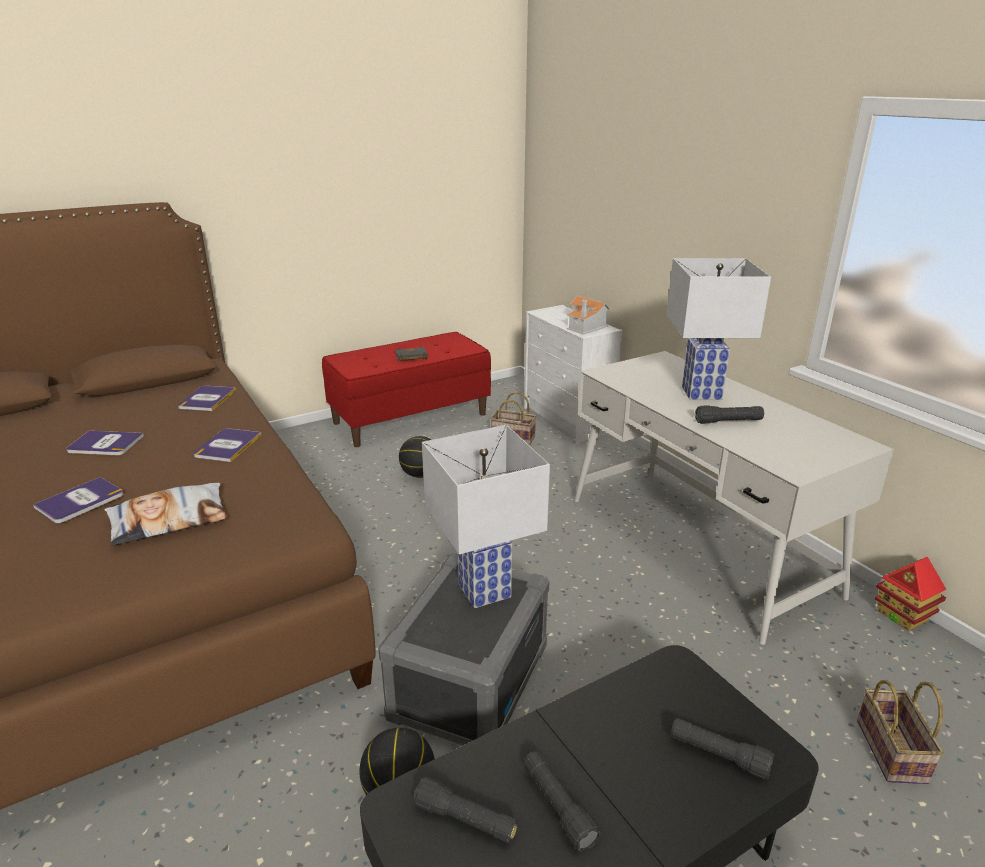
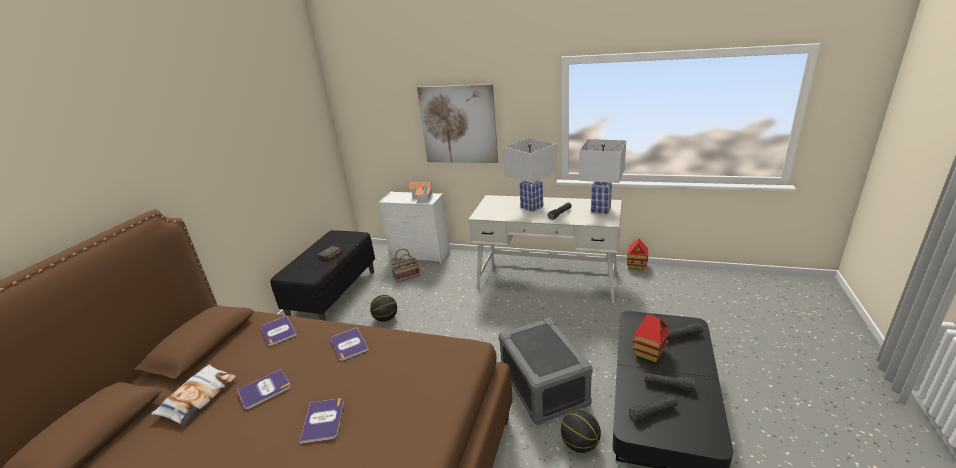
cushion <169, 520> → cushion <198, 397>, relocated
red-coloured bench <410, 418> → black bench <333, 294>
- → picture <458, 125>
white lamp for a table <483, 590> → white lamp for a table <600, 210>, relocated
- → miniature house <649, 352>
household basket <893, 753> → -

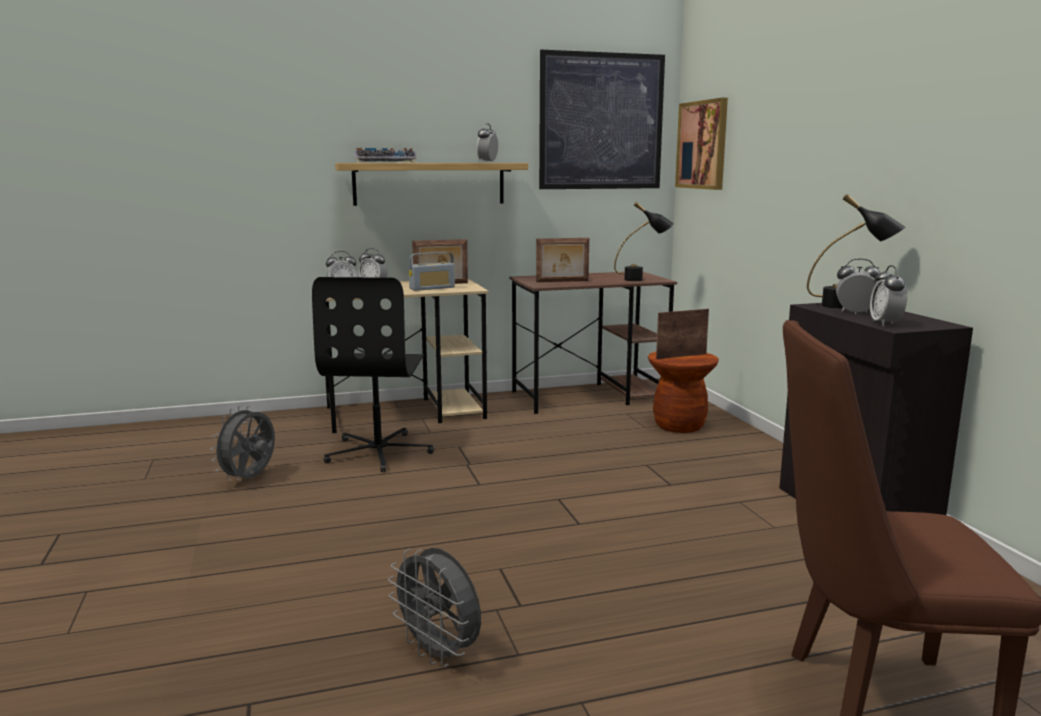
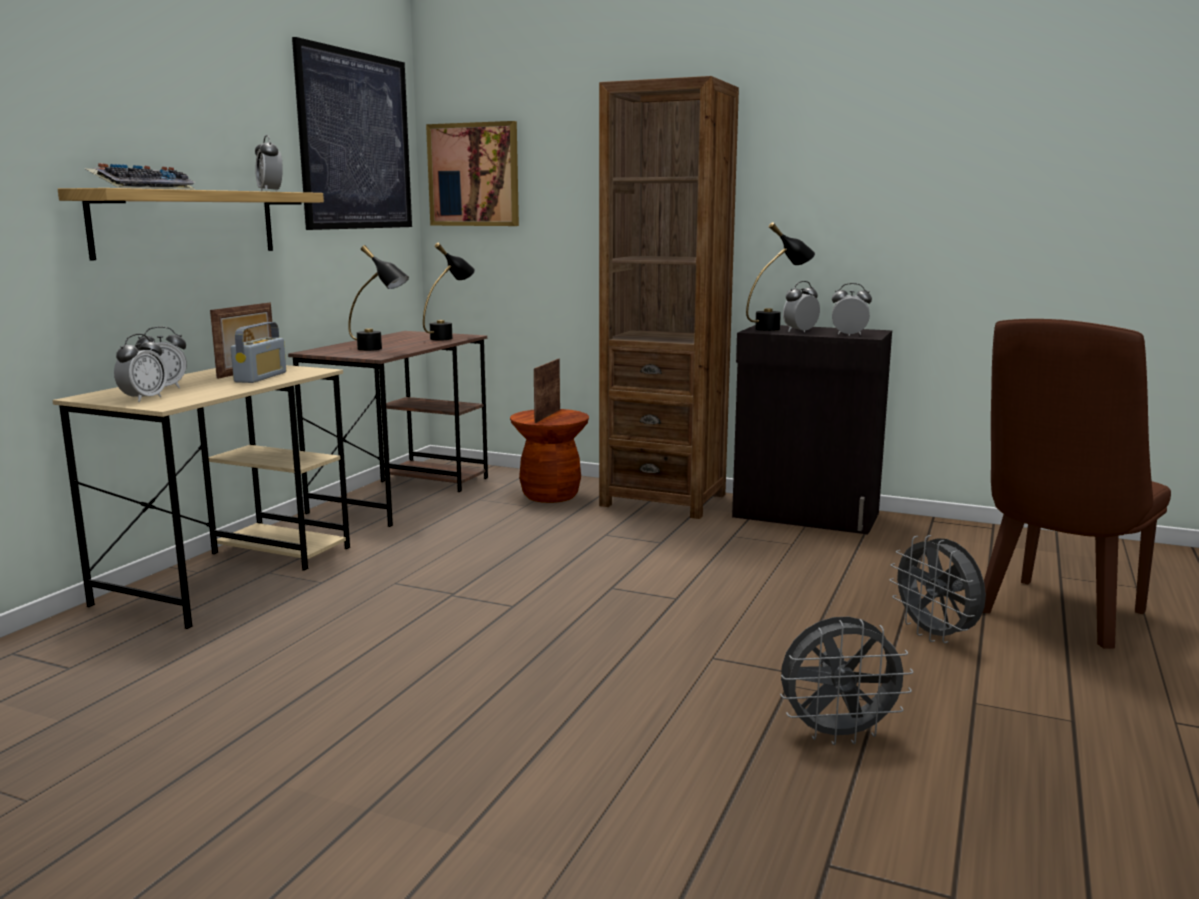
standing frame <562, 281> → black lamp for a table <379, 349>
- → brown bookcase <663, 500>
alarm clock <885, 323> → alarm clock <849, 335>, 150 degrees clockwise
grey electric fan <249, 479> → grey electric fan <936, 636>, relocated
black office chair <379, 452> → -

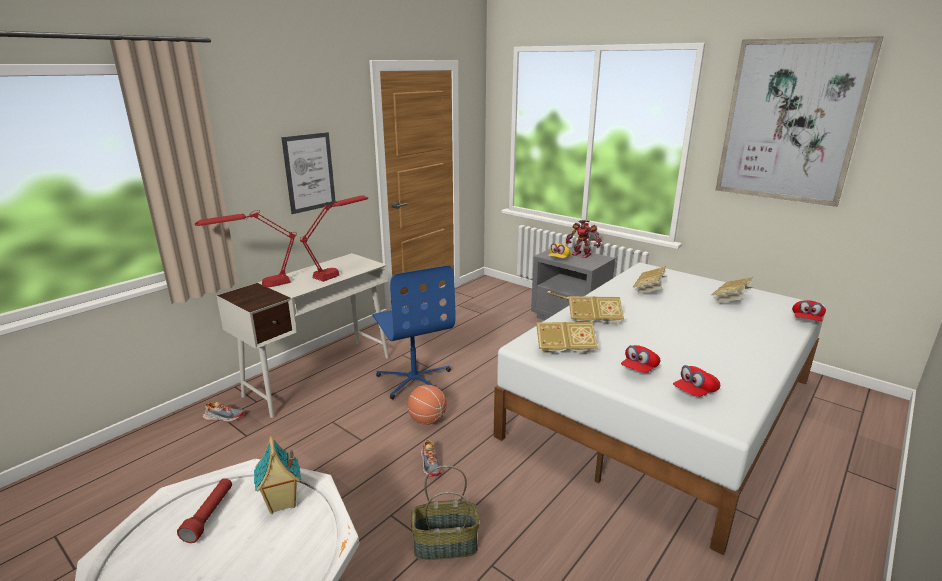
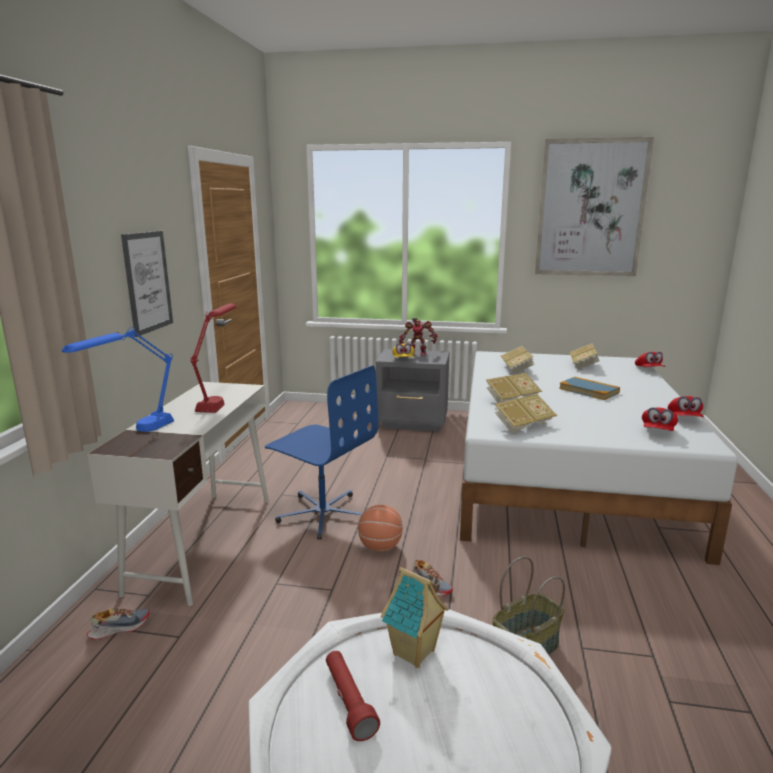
red-coloured lamp for a table <258, 286> → bluish lamp for a table <135, 433>
- → volume <589, 390>
red-coloured baseball cap <639, 369> → red-coloured baseball cap <684, 418>, relocated

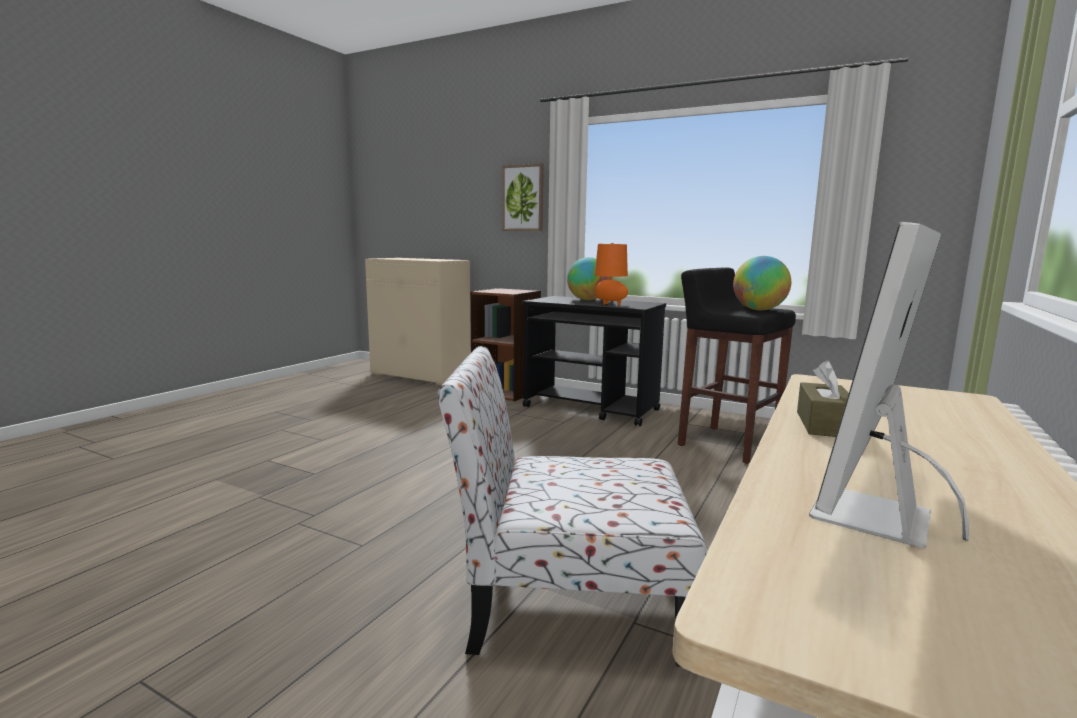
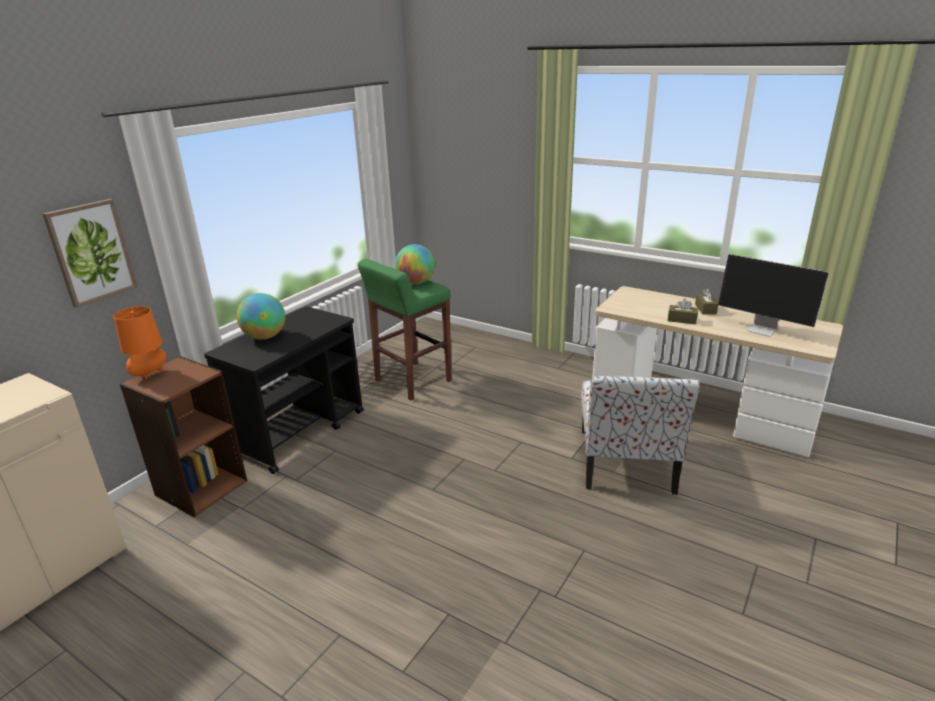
orange-coloured lamp for a table <609, 304> → orange-coloured lamp for a table <150, 375>, relocated
black sitting stool <726, 444> → green sitting stool <412, 381>
- → brown tissue box <705, 309>

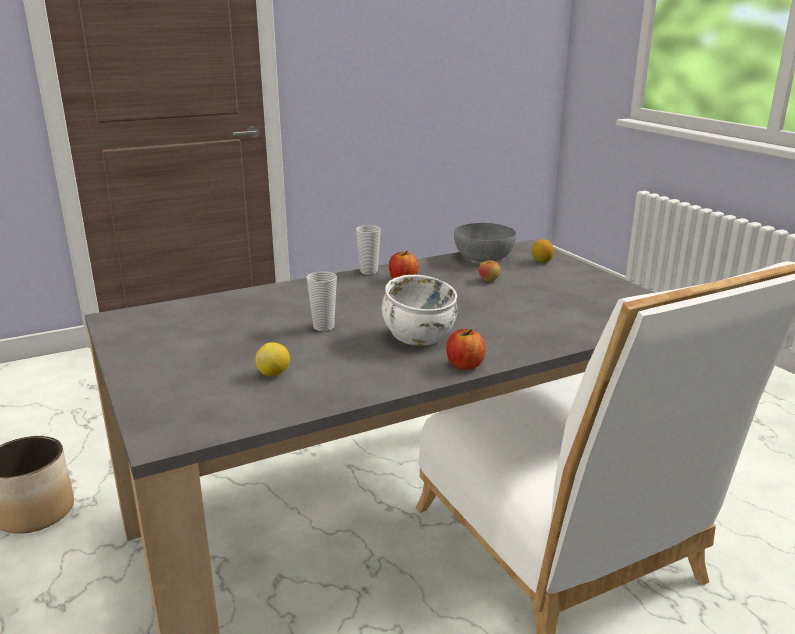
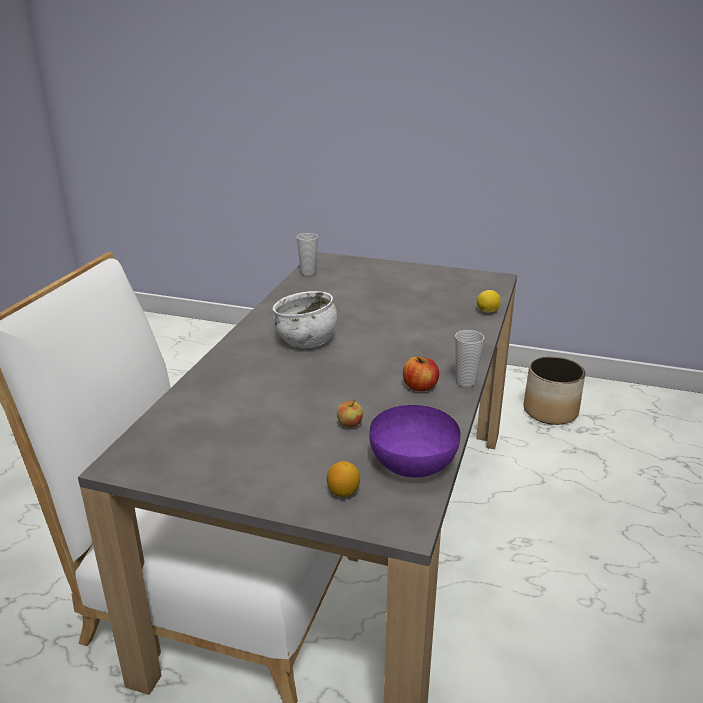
cup <323, 327> → cup <308, 272>, relocated
grey serving bowl <483, 258> → purple-coloured serving bowl <414, 463>
whole lemon <274, 374> → whole lemon <487, 312>, relocated
apple <464, 365> → -

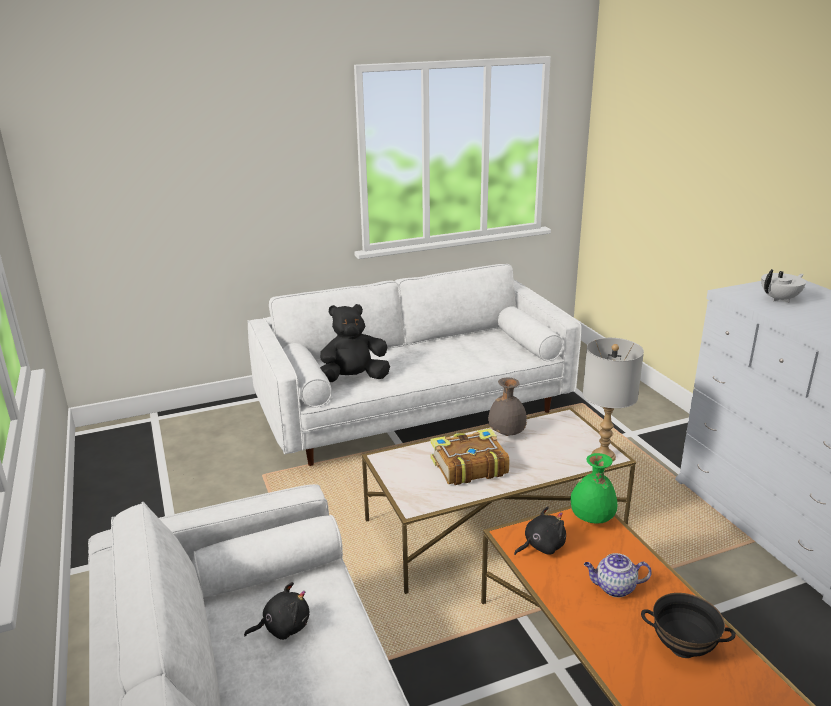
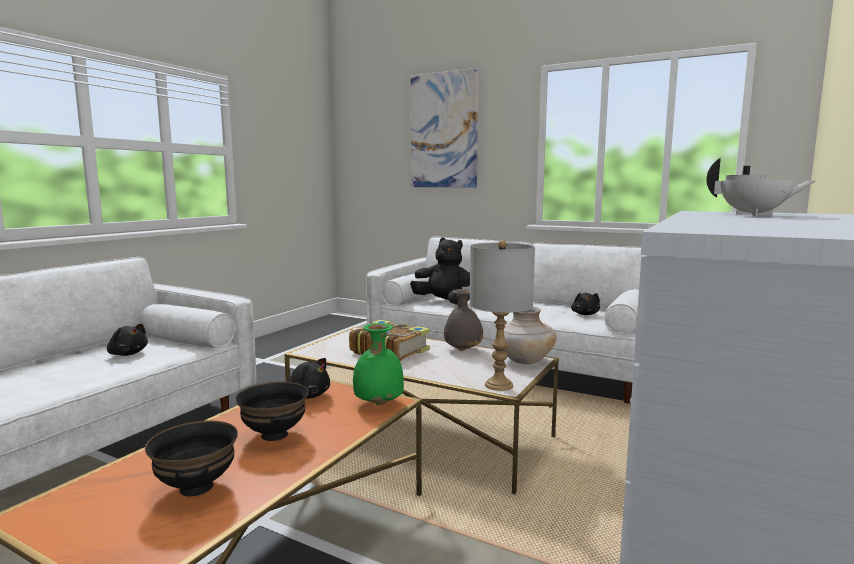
teapot <614, 588> → black serving bowl <273, 435>
- → picture <443, 130>
- → beige vase <524, 360>
- → black soft toy <585, 314>

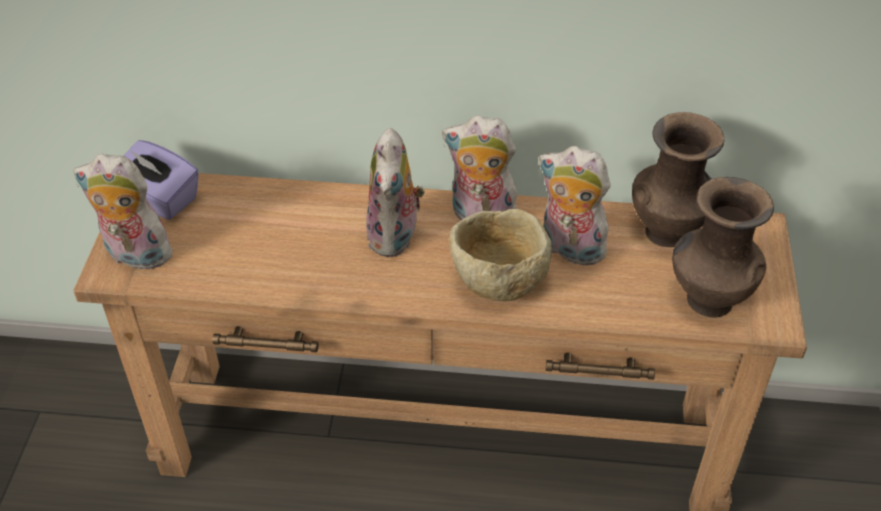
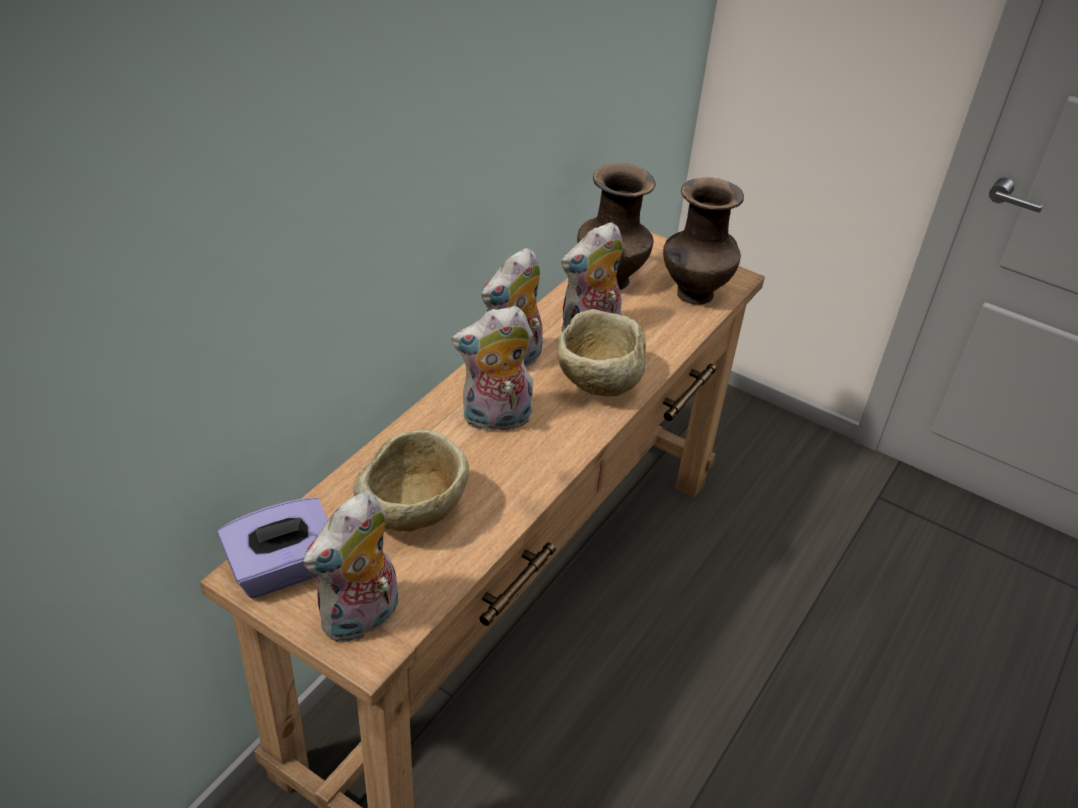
- → beige serving bowl <412, 517>
soft toy <396, 237> → soft toy <495, 420>, 135 degrees clockwise

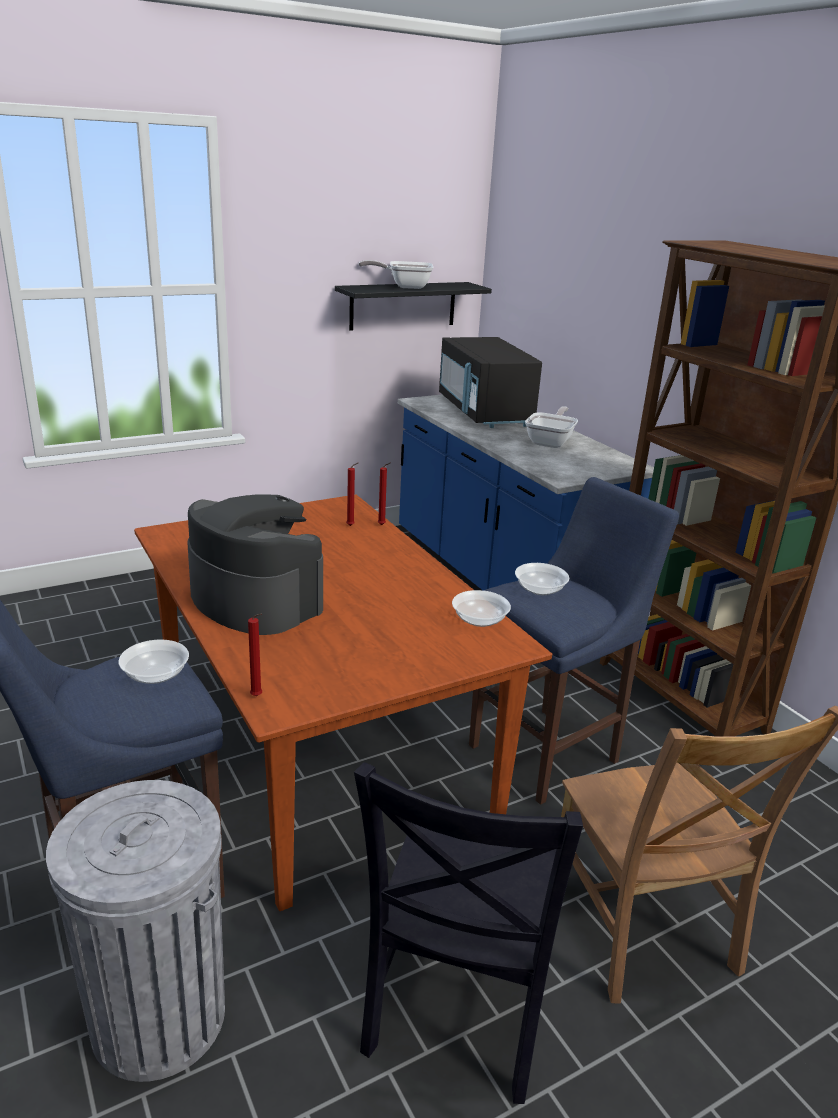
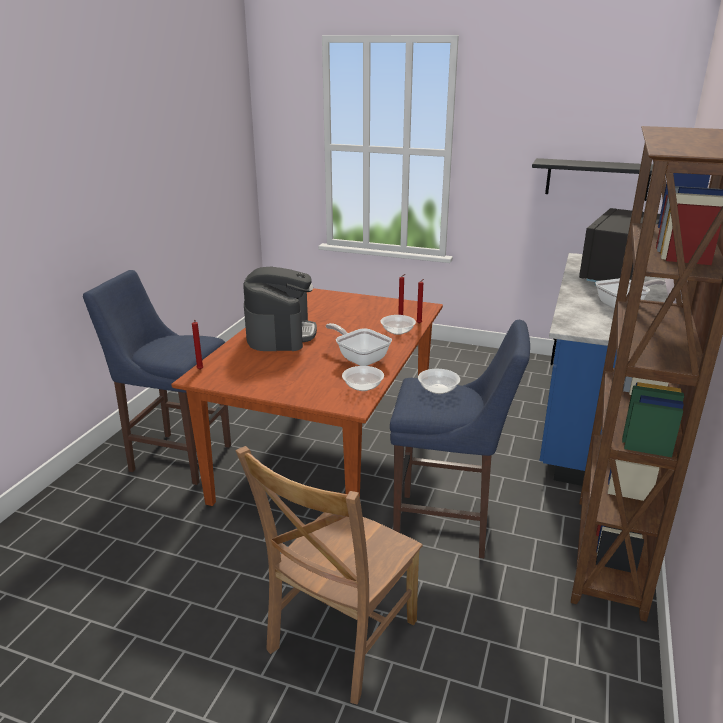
frying pan <404, 286> → frying pan <360, 358>, relocated
serving bowl <155, 675> → serving bowl <397, 331>, relocated
grey trash can <158, 1017> → -
black upright chair <457, 1009> → -

